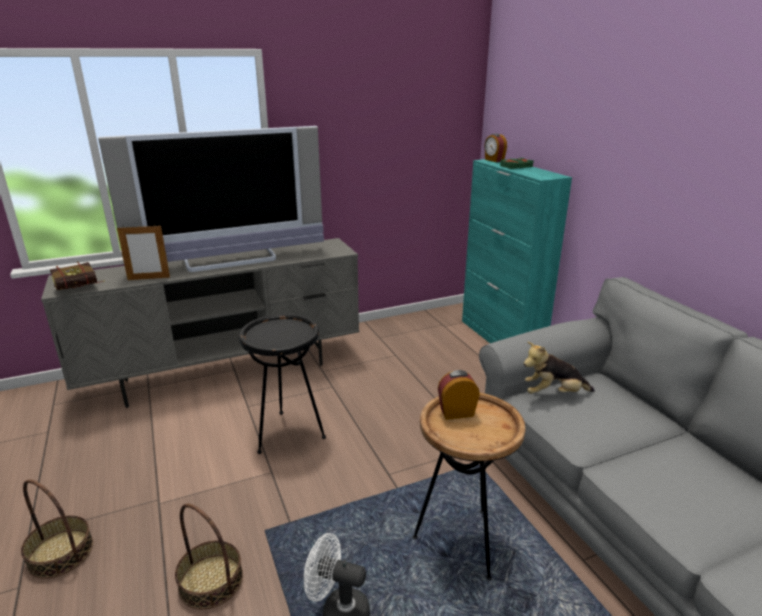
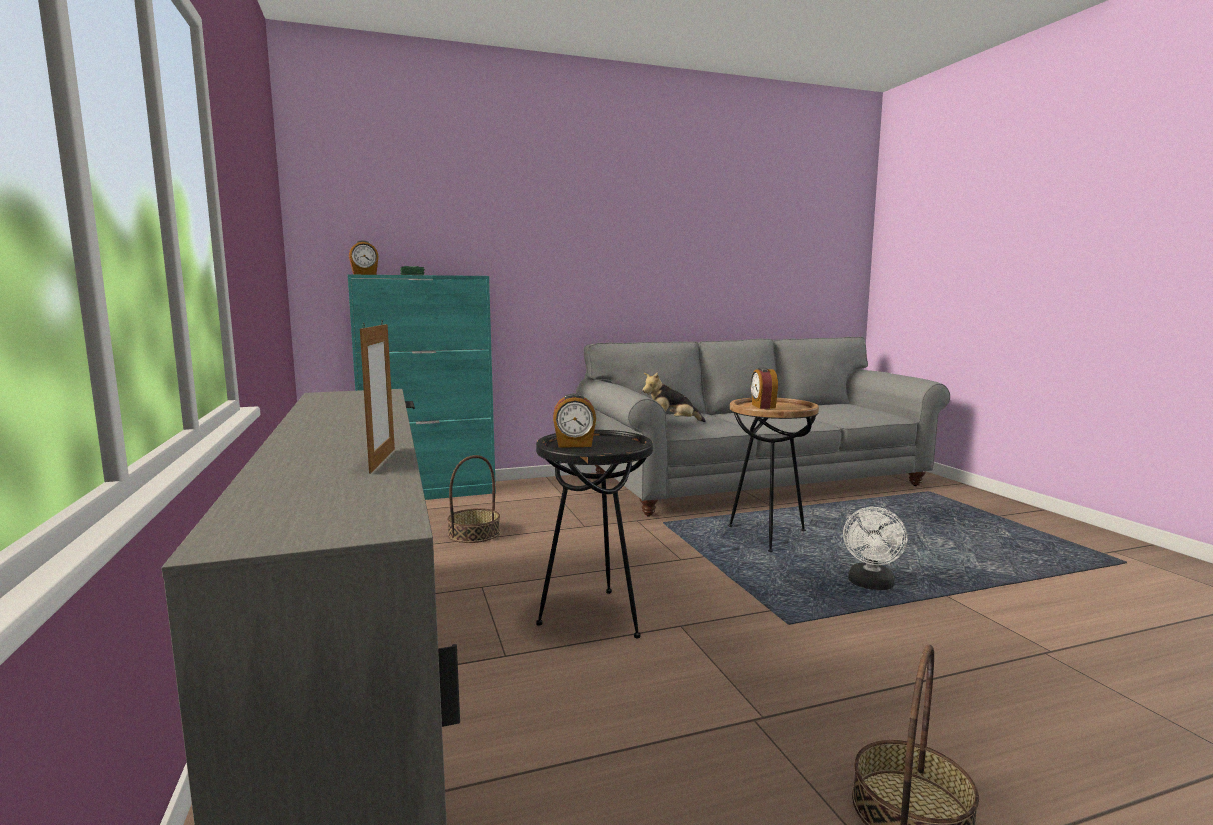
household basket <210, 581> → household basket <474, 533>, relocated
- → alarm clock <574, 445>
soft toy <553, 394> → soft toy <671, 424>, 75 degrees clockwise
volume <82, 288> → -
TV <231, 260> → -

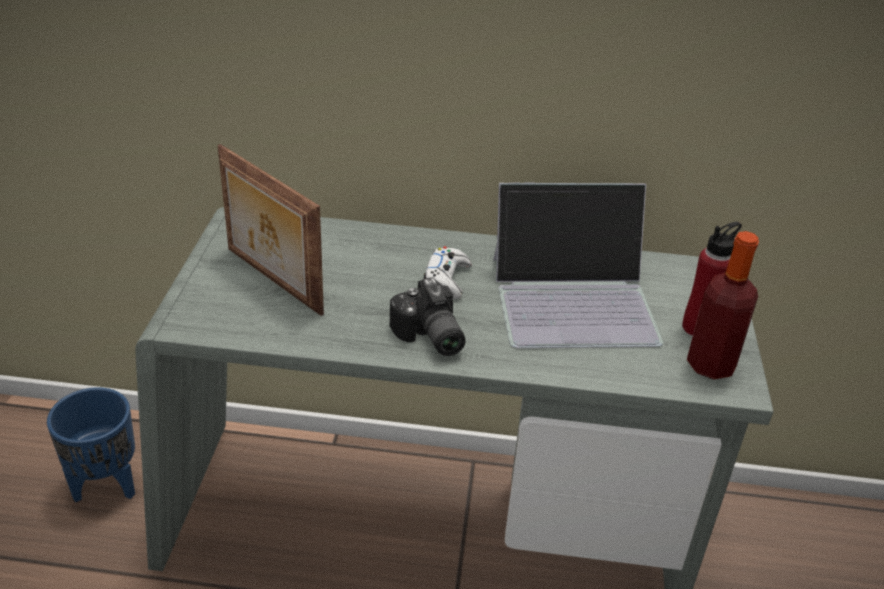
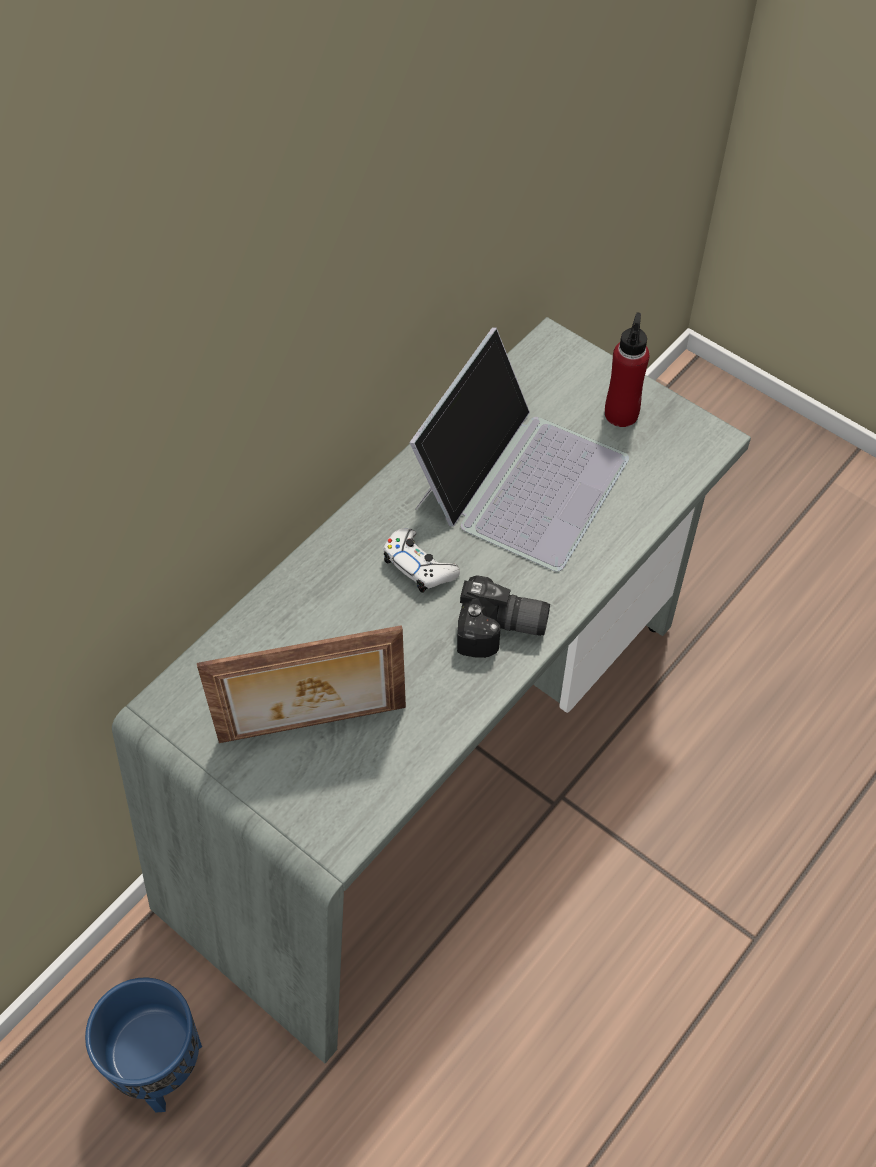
drink bottle <710, 365> → -

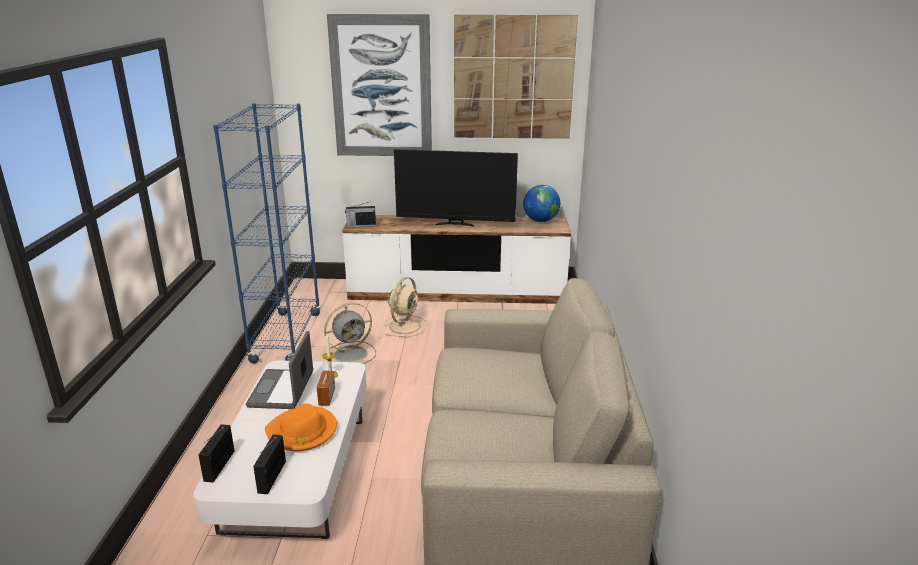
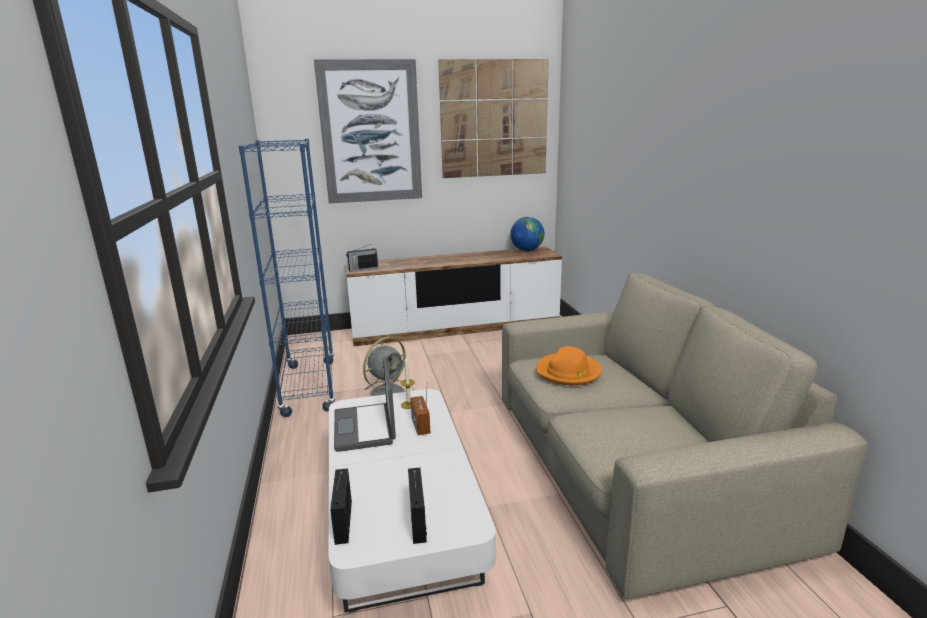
orange-coloured hat <302, 432> → orange-coloured hat <568, 372>, relocated
beige electric fan <405, 326> → -
TV <455, 224> → -

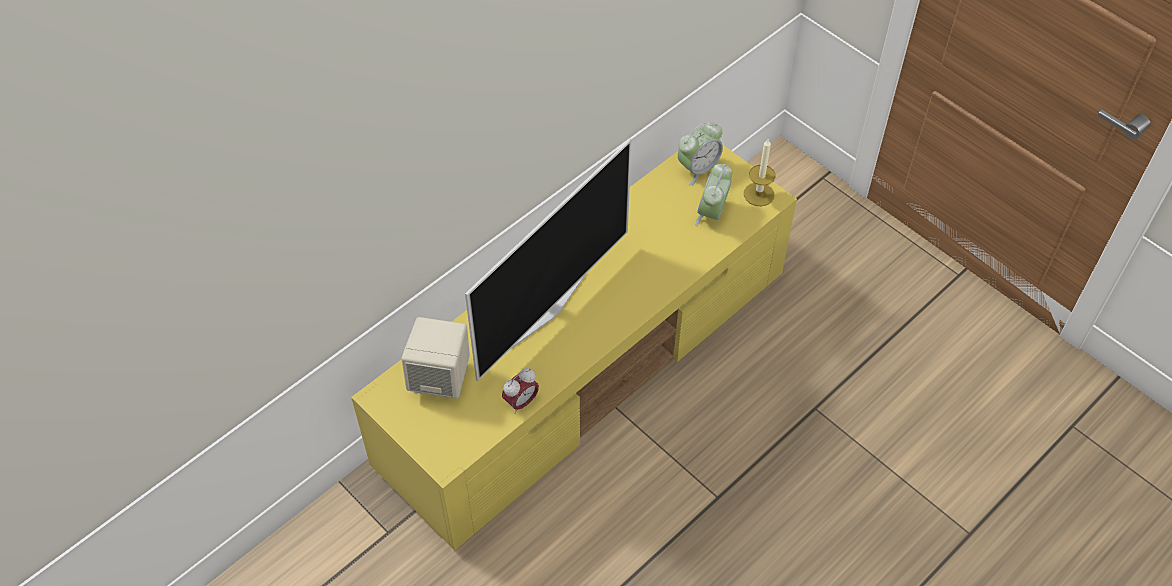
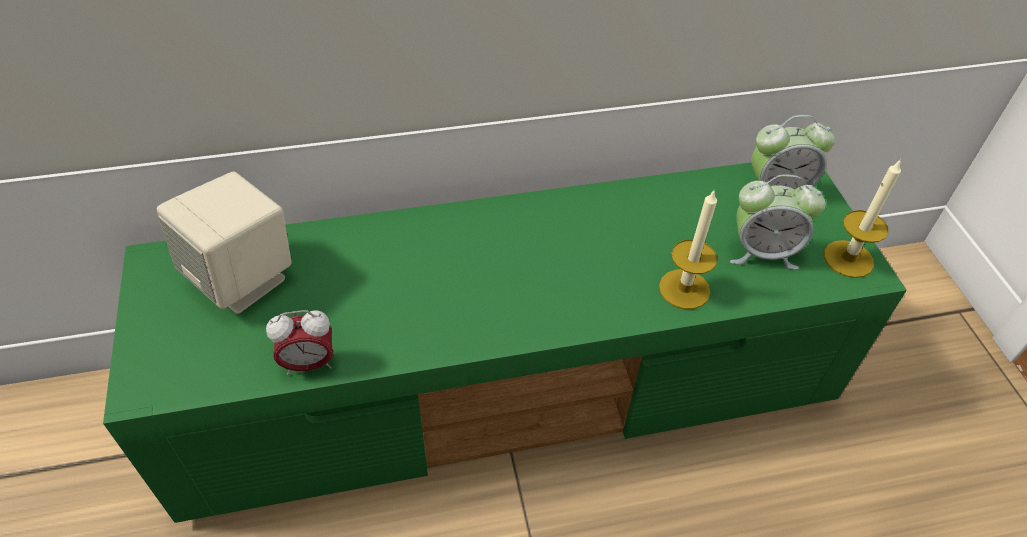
yellow tv stand <587, 366> → green tv stand <512, 384>
- → wax light <684, 289>
alarm clock <712, 213> → alarm clock <762, 252>, 135 degrees counterclockwise
TV <547, 309> → -

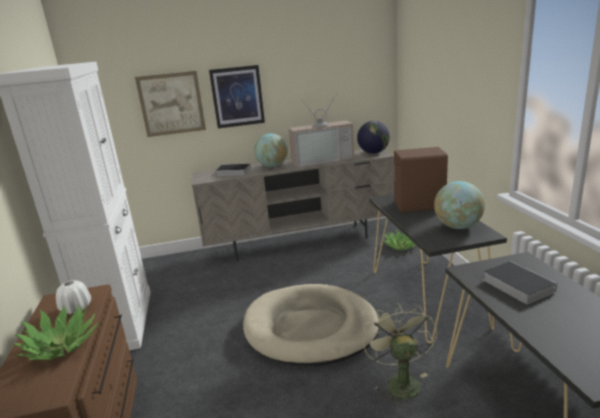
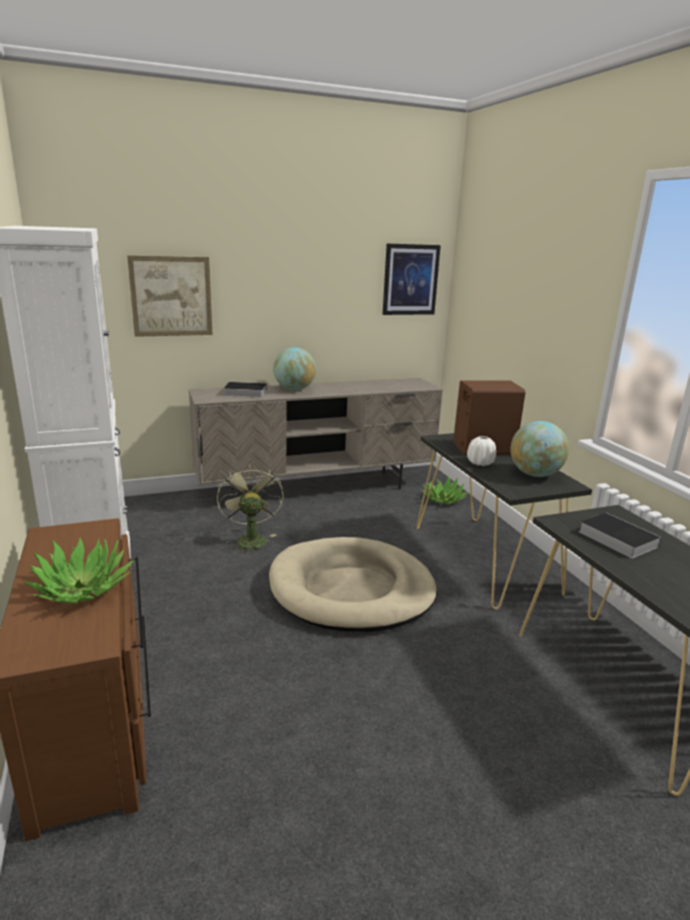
green electric fan <399, 381> → green electric fan <250, 539>, relocated
picture <237, 96> → picture <410, 280>, relocated
white vase <76, 308> → white vase <480, 463>, relocated
TV <322, 160> → -
desk globe <373, 153> → -

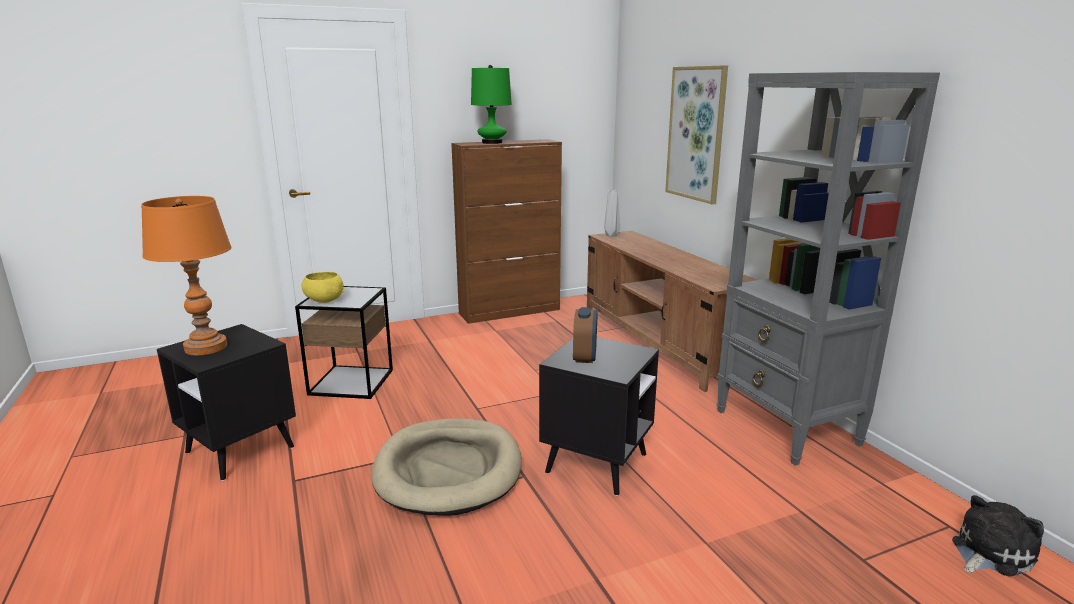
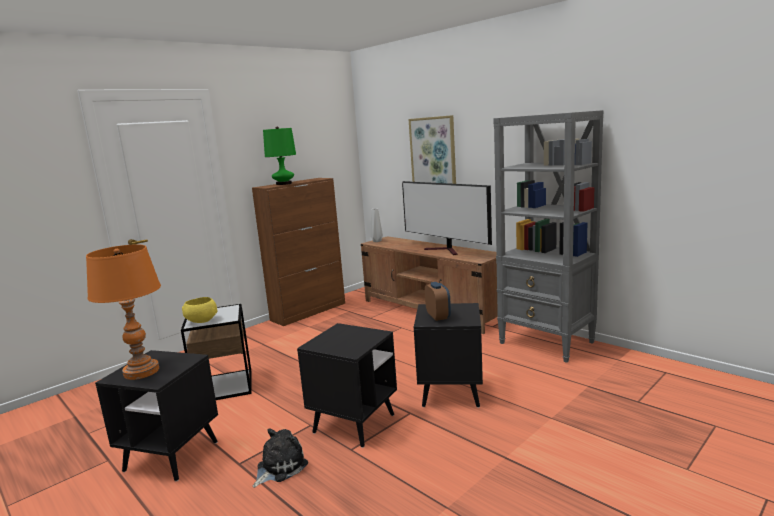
soft toy <989, 552> → soft toy <279, 467>, relocated
beige dog bed <448, 470> → black accent table <354, 423>
- → TV <446, 250>

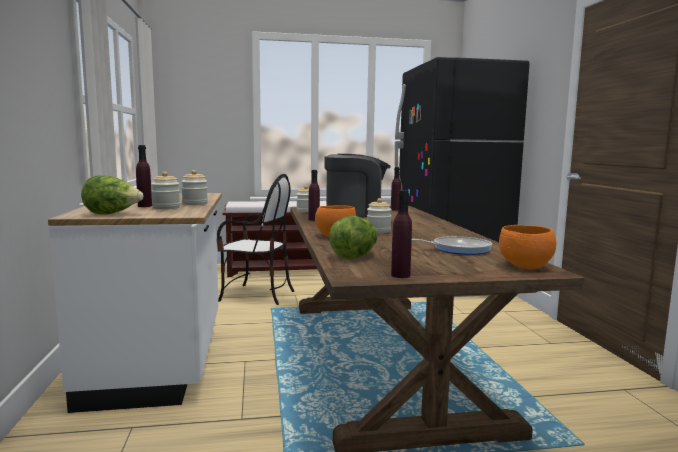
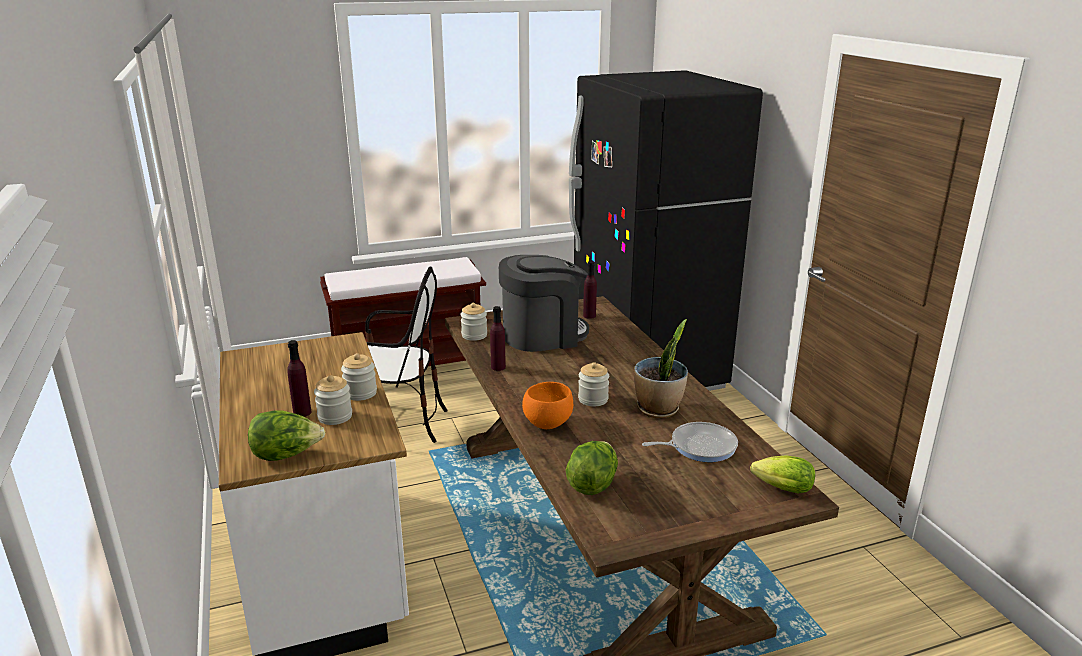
- → potted plant <658, 409>
orange-coloured serving bowl <526, 267> → head of lettuce <779, 488>
purple-coloured drink bottle <400, 275> → -

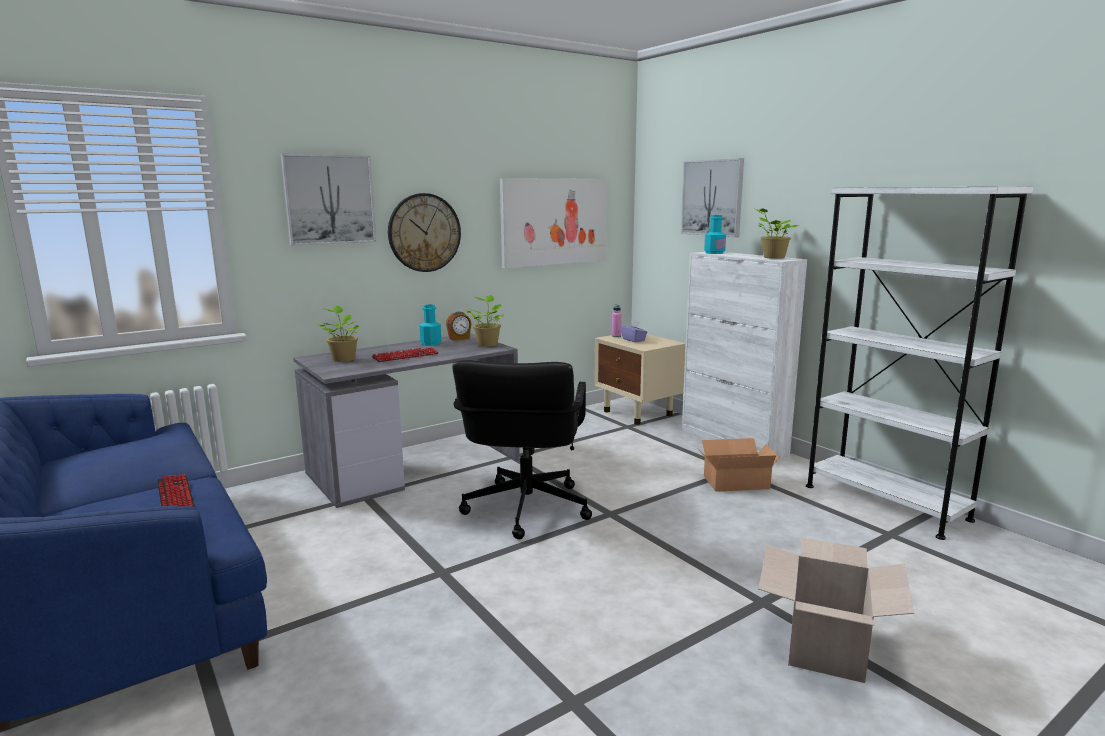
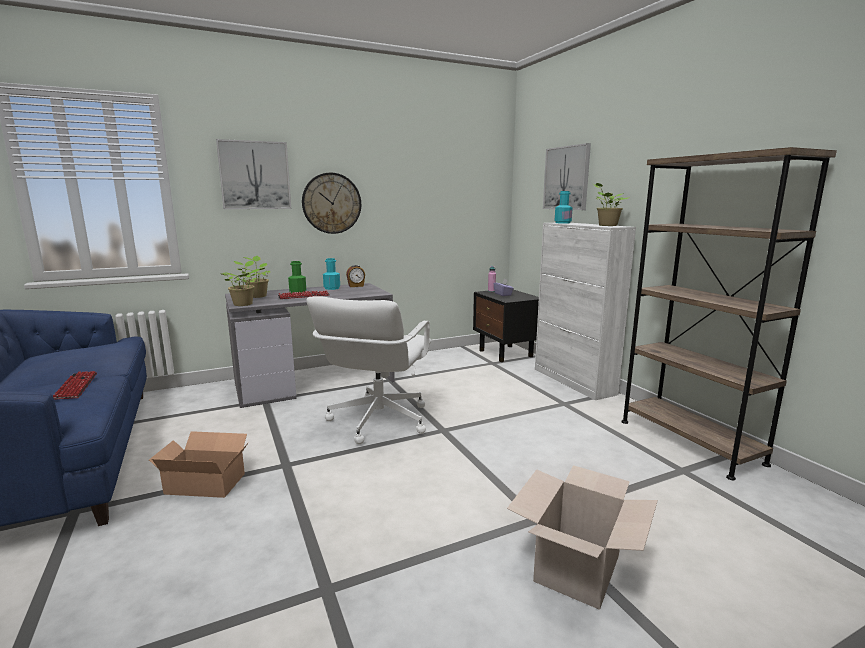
carton <733, 481> → carton <205, 482>, relocated
potted plant <487, 344> → potted plant <244, 304>, relocated
- → green drink bottle <298, 292>
black office chair <525, 509> → white office chair <377, 420>
beige nightstand <638, 413> → black nightstand <506, 353>
white bookcase <885, 502> → brown bookcase <689, 441>
picture <554, 221> → -

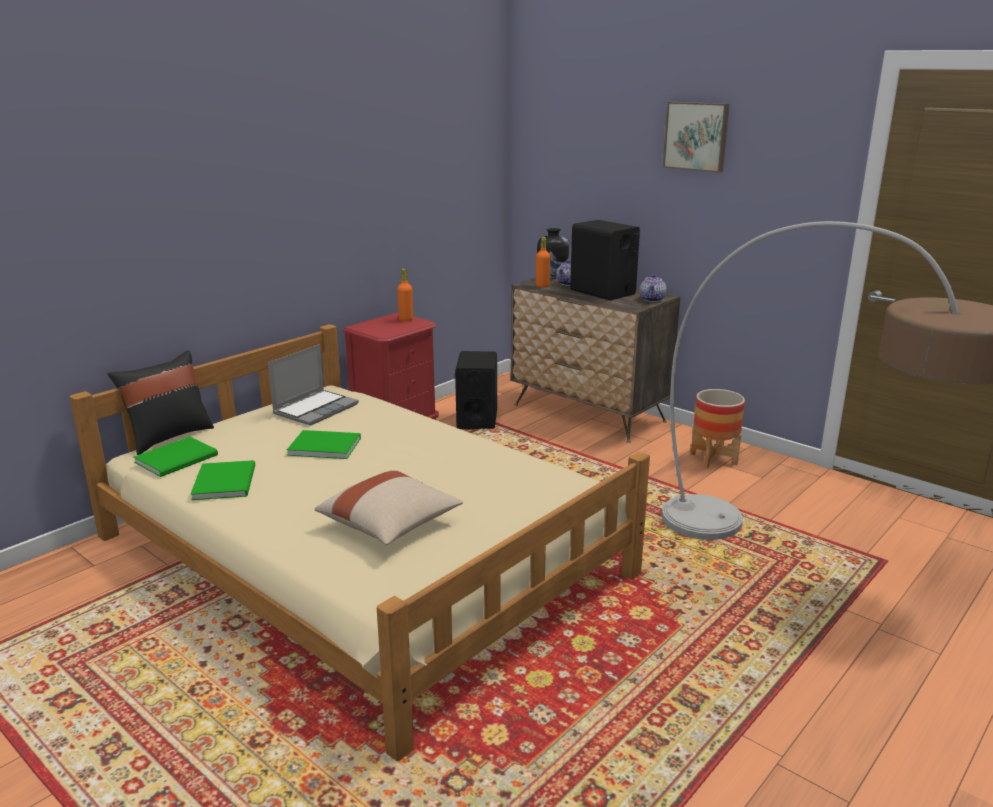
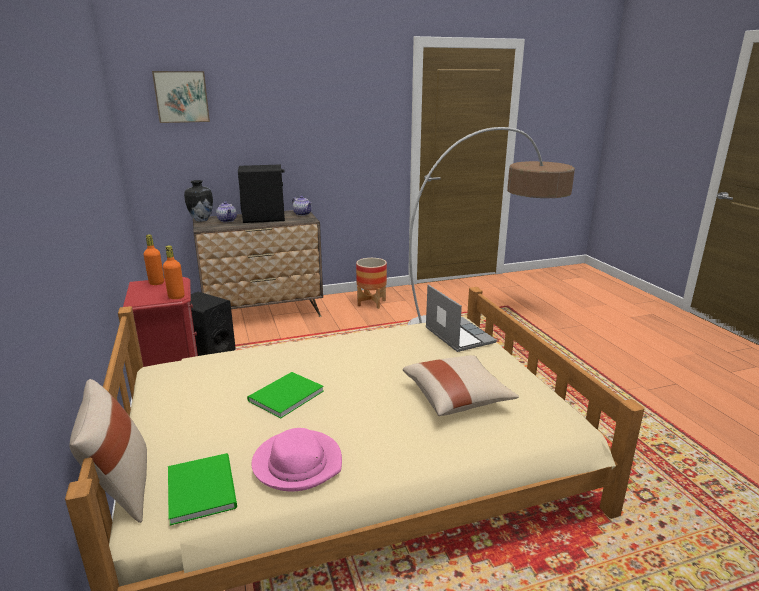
black cushion <168, 437> → beige cushion <121, 489>
picture <696, 136> → picture <181, 97>, relocated
orange-coloured drink bottle <542, 286> → orange-coloured drink bottle <176, 297>, relocated
green volume <227, 481> → pink-coloured hat <298, 463>
portable computer <316, 409> → portable computer <458, 335>, relocated

